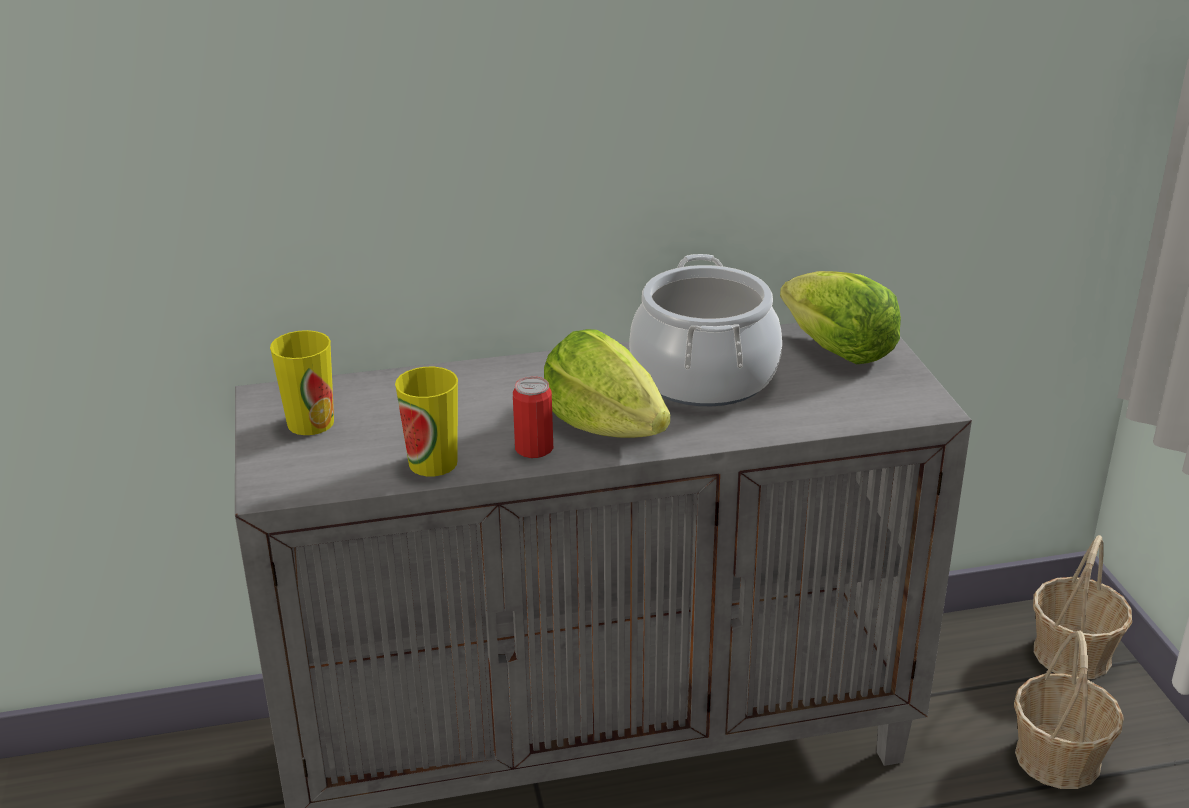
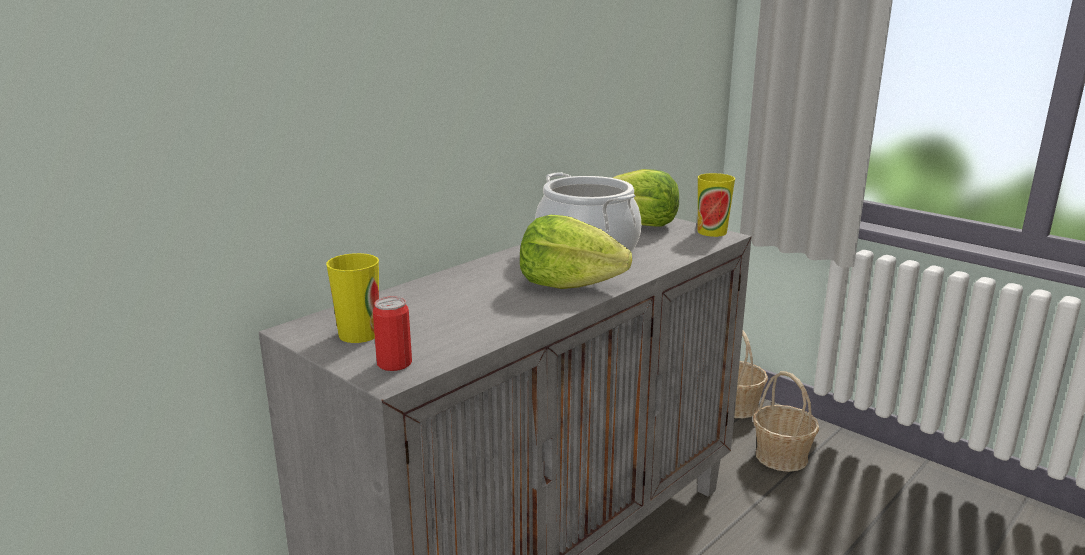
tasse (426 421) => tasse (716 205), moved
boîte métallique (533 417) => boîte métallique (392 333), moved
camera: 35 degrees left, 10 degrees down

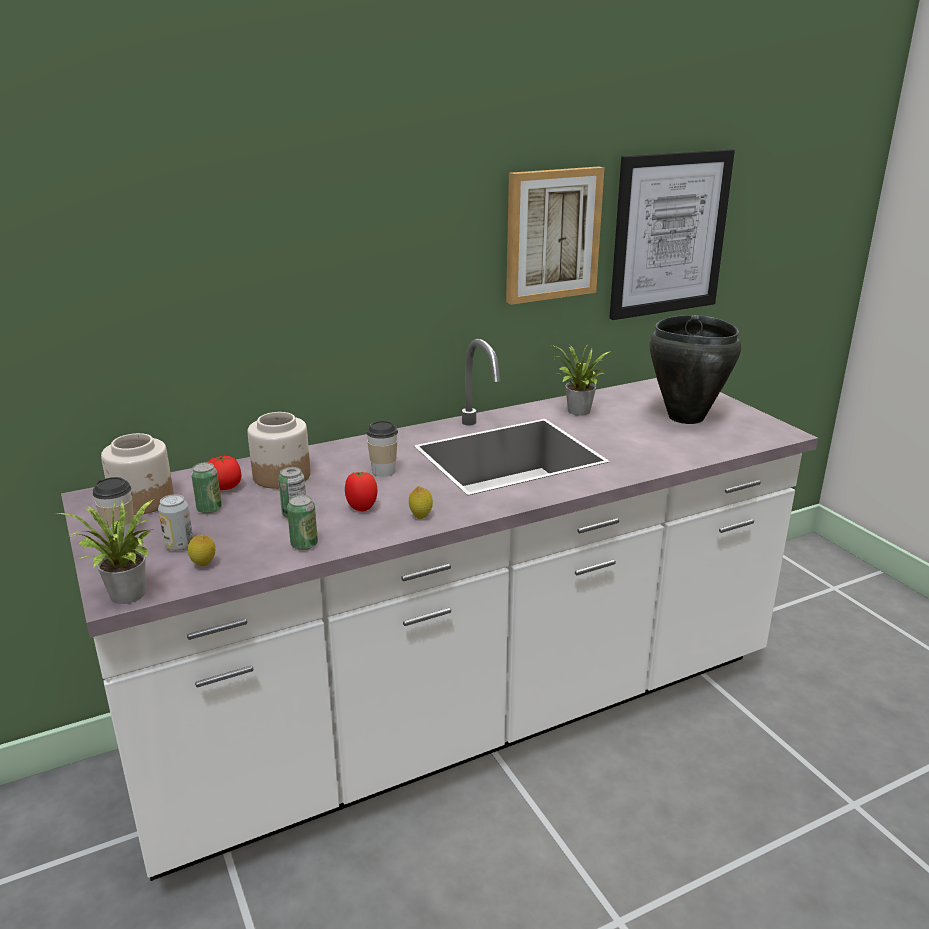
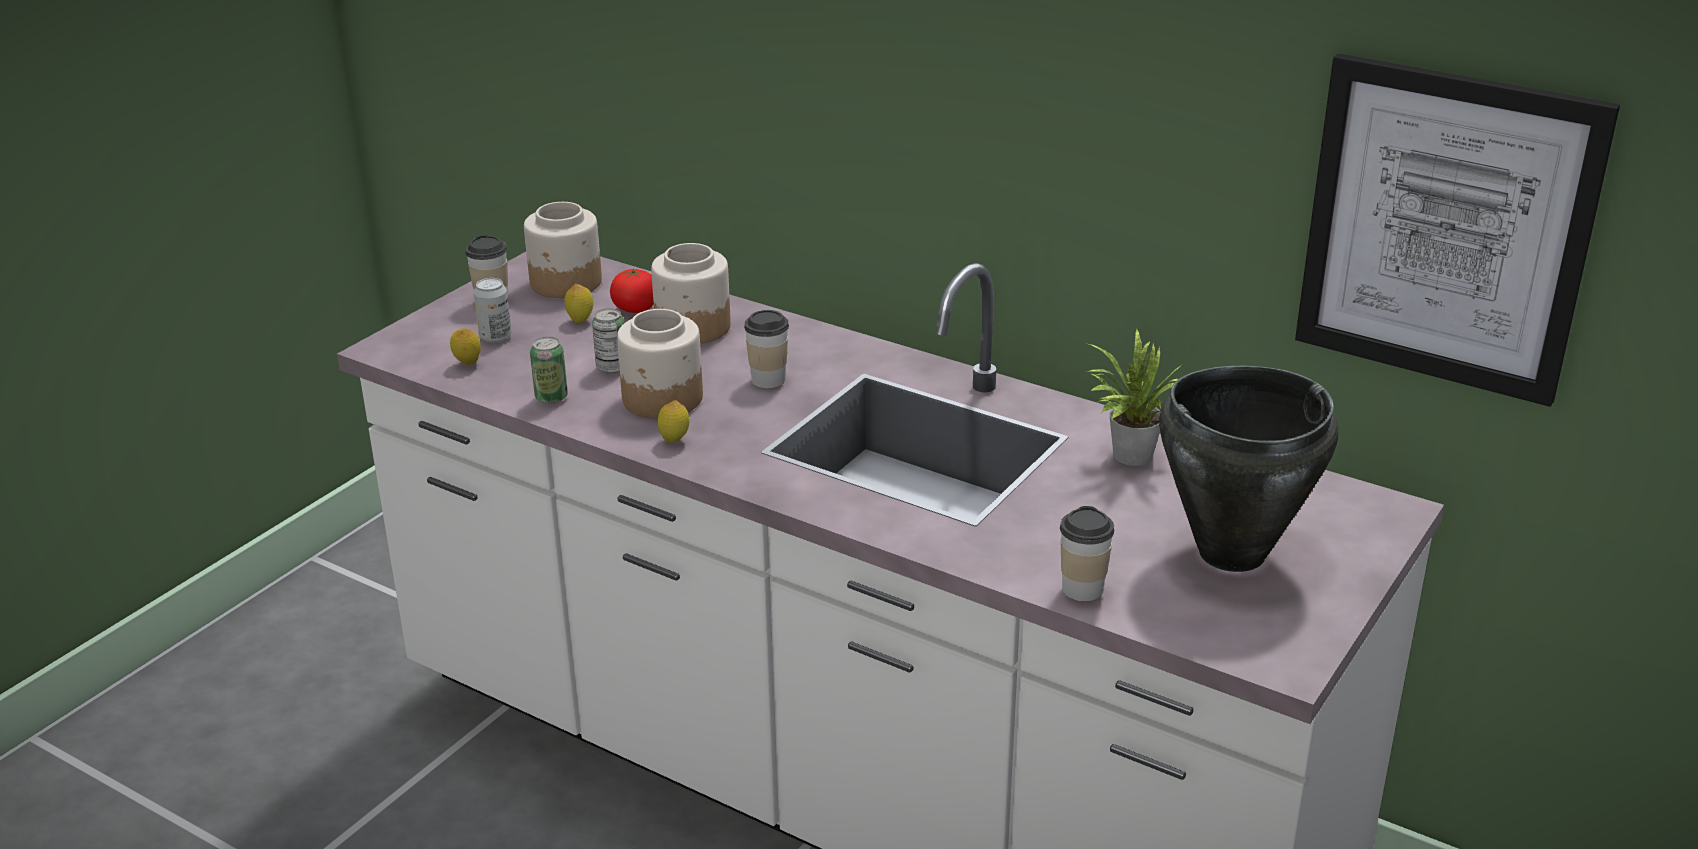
plante en pot (105 551) => nothing
tableau (555 235) => nothing
nothing => tasse (1087 553)
boîte métallique (206 488) => citron (578 303)
tomate (361 492) => bocal (660 363)
camera: 60 degrees right, 5 degrees up

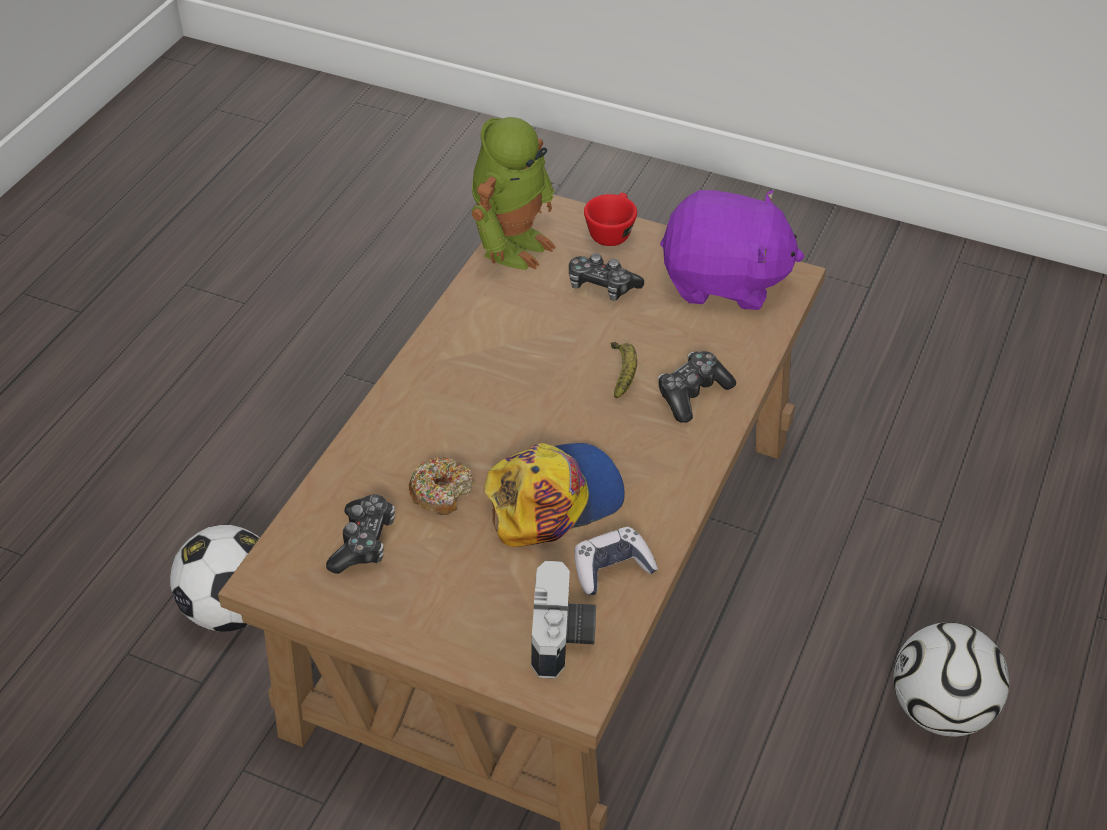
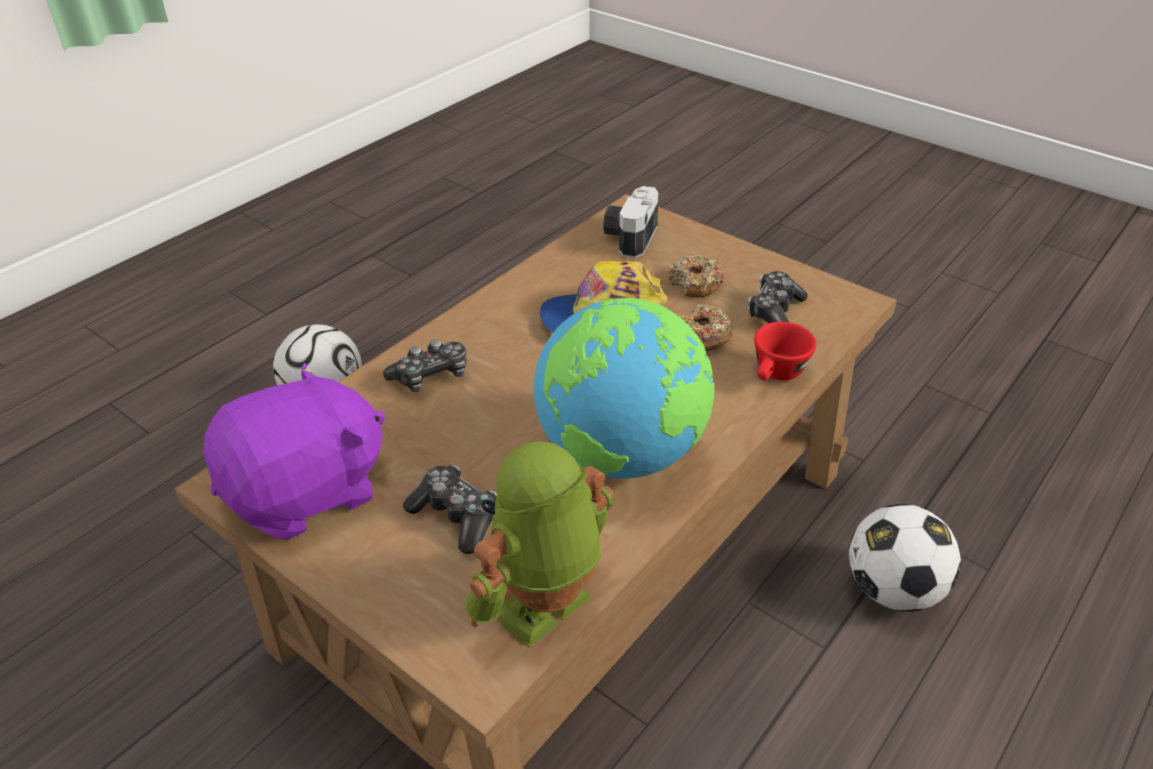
manette (616 561) => nothing
banane (624 370) => nothing
nothing => globe (624 388)
nothing => beignet (696 276)
tasse/rouge (610 219) => tasse/rouge (785 351), moved
peluche/violet (732 250) => peluche/violet (294 451), 120 degrees clockwise
camera: 165 degrees left, 5 degrees down

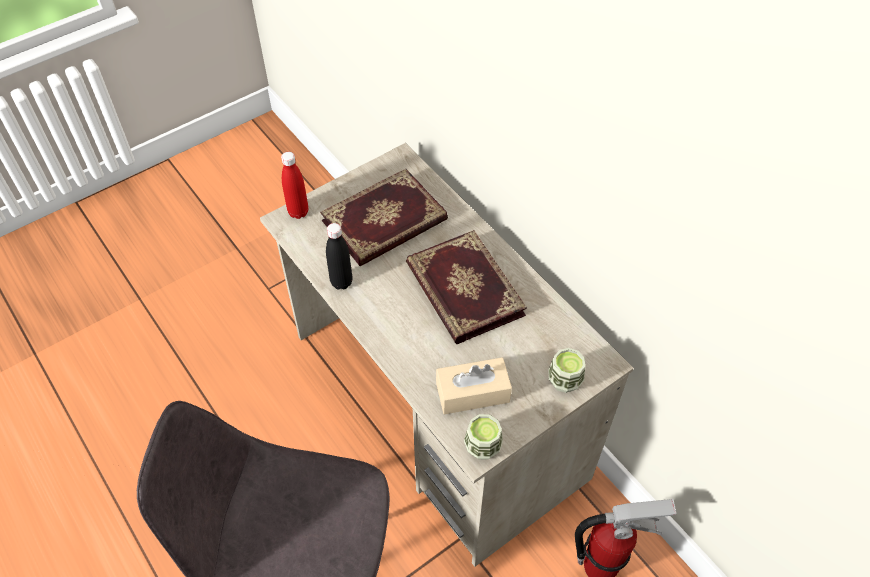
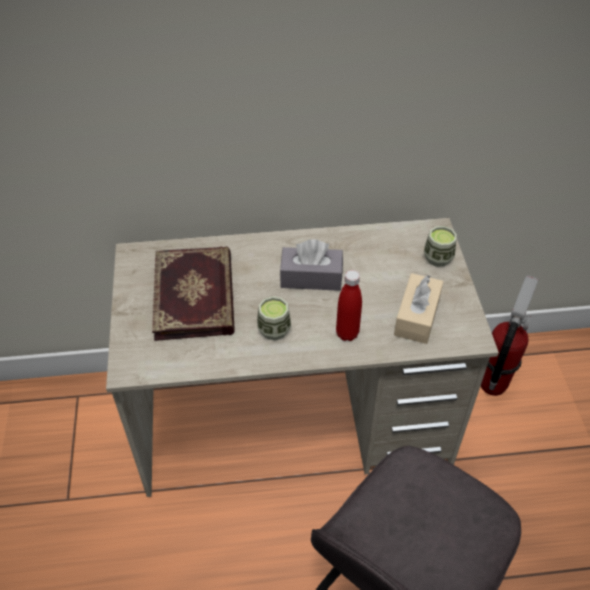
bouteille/noir (339 256) => nothing
bouteille/rouge (294 185) => bouteille/rouge (349 305), moved
tasse (483 436) => tasse (274 318), moved
livre (466 287) => boîte à mouchoirs/gris (311 265)
camera: 60 degrees left, 5 degrees down

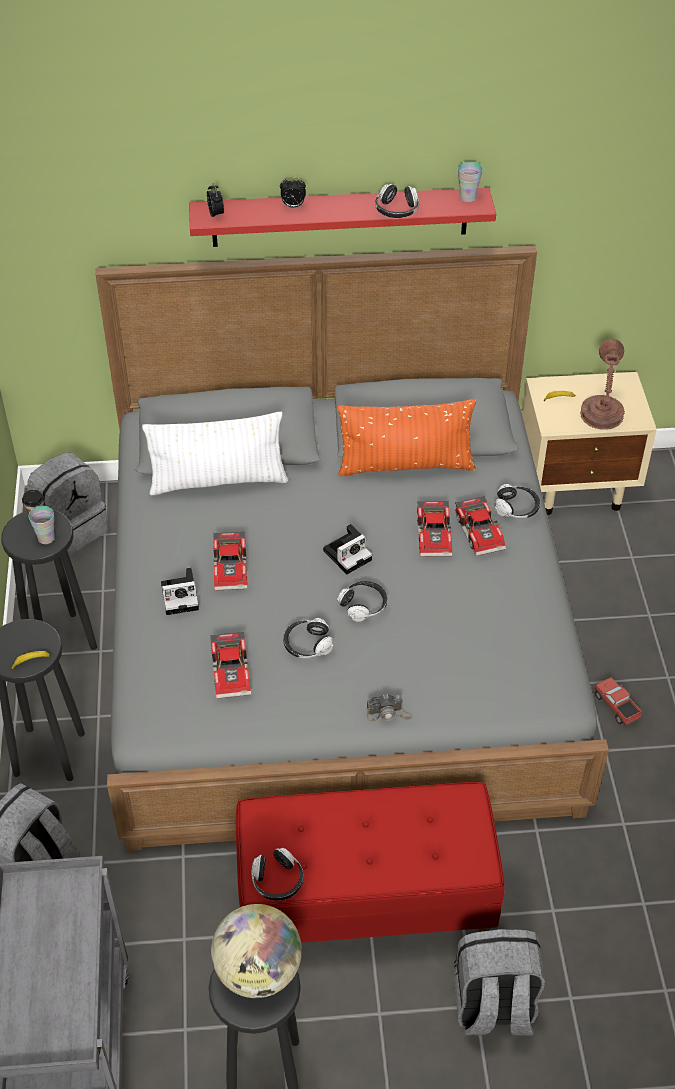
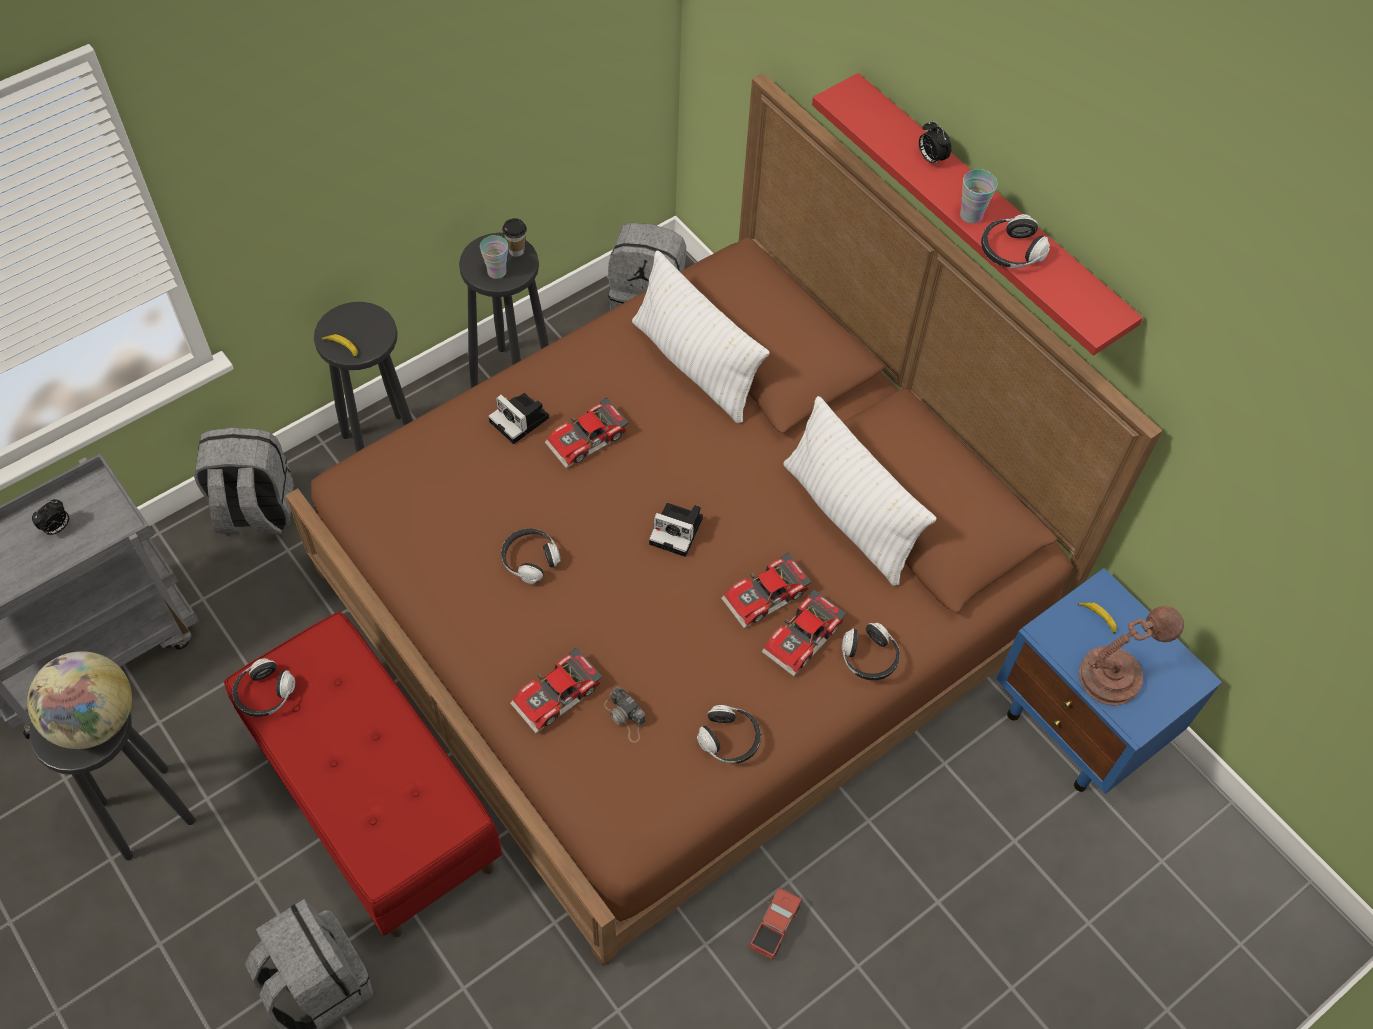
réveil (215 201) => réveil (50 517), moved
petite voiture (230 665) => petite voiture (556 690), moved
casque audio (362 601) => casque audio (729 734), moved
appareil photo (389 708) => appareil photo (624 714), moved
tasse (470 181) => tasse (979 196), moved
lit/gris (352 548) => lit/marron (724 519)
coussin/orange (406 437) => coussin/blanc (859 491)
table de chevet/beige (589 443) => table de chevet/bleu (1109 681)
camera: 55 degrees right, 10 degrees up

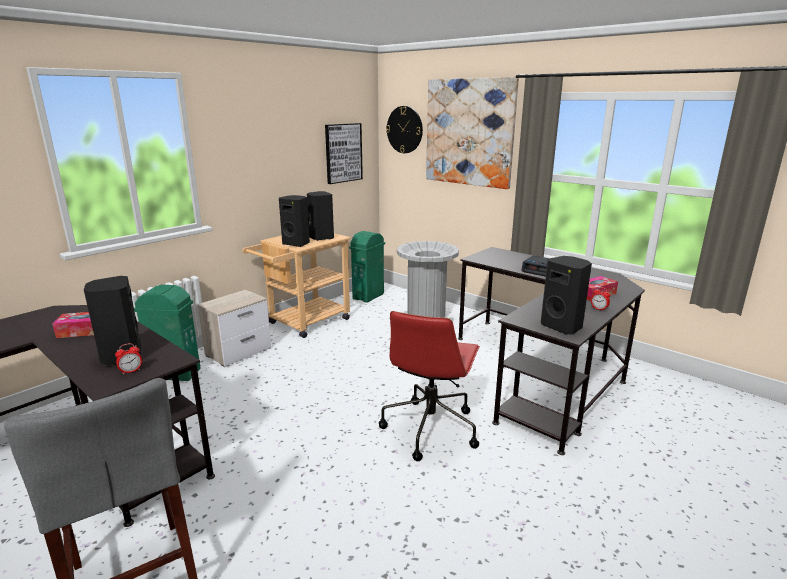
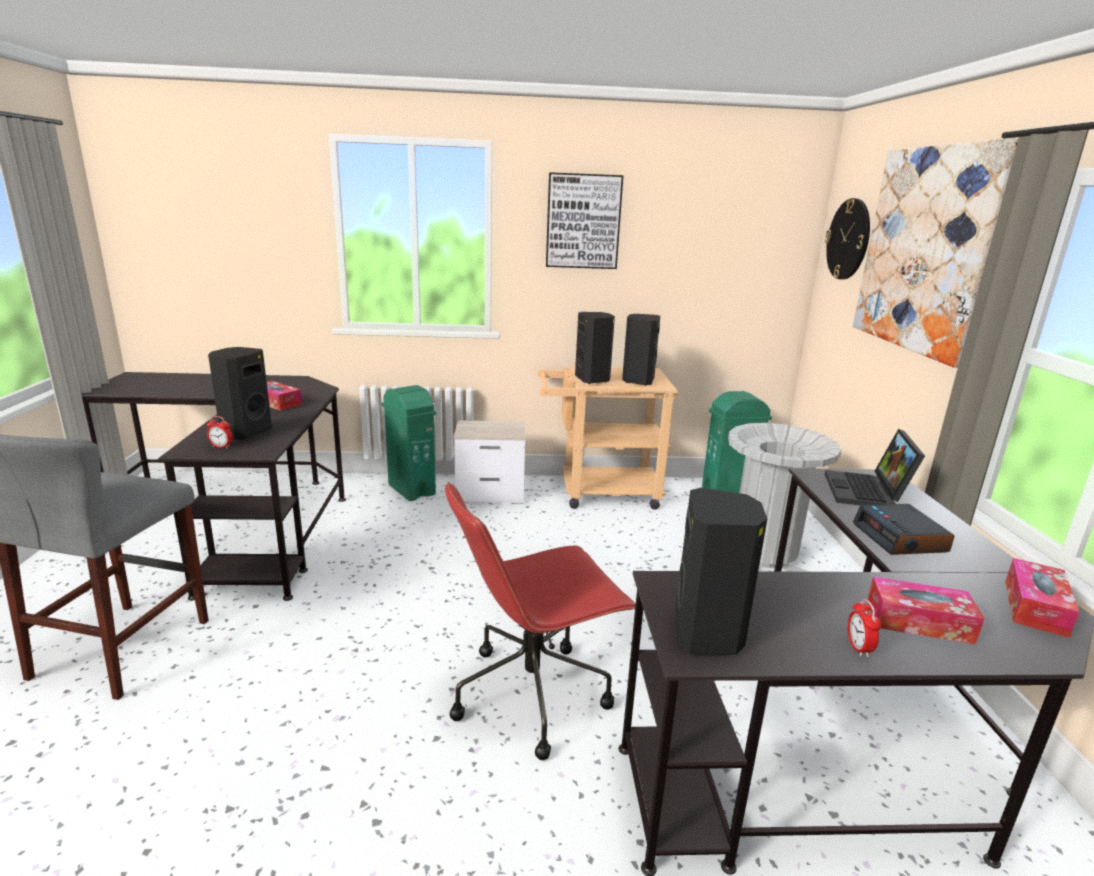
nothing => ordinateur portable (875 467)
nothing => boîte à mouchoirs (1042 598)
tableau (344 153) => tableau (584 220), moved
camera: 45 degrees right, 0 degrees up

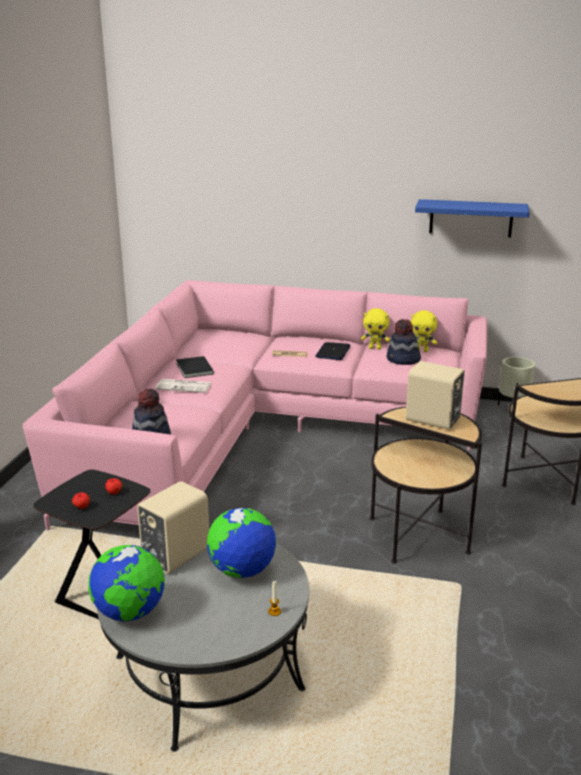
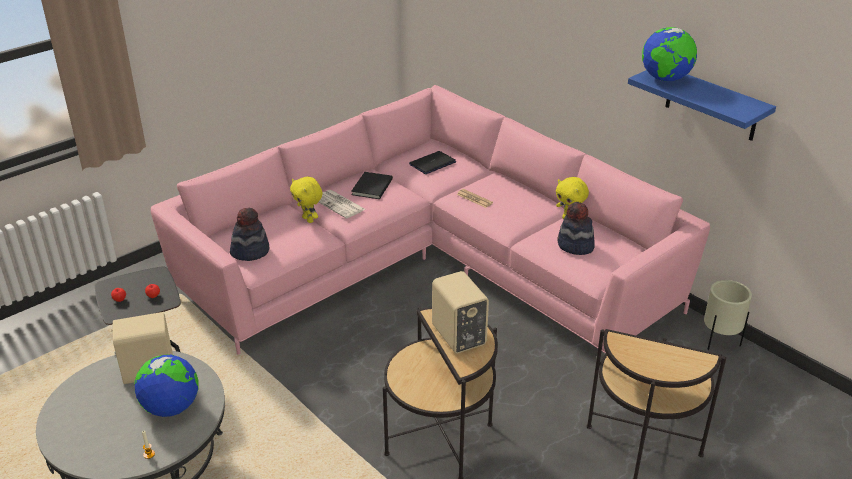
globe (126 583) => globe (669 54), moved
ordinateur portable (332 351) => ordinateur portable (432 162), moved
peluche/jaune (424 331) => peluche/jaune (306 200), moved
camera: 35 degrees right, 10 degrees up

